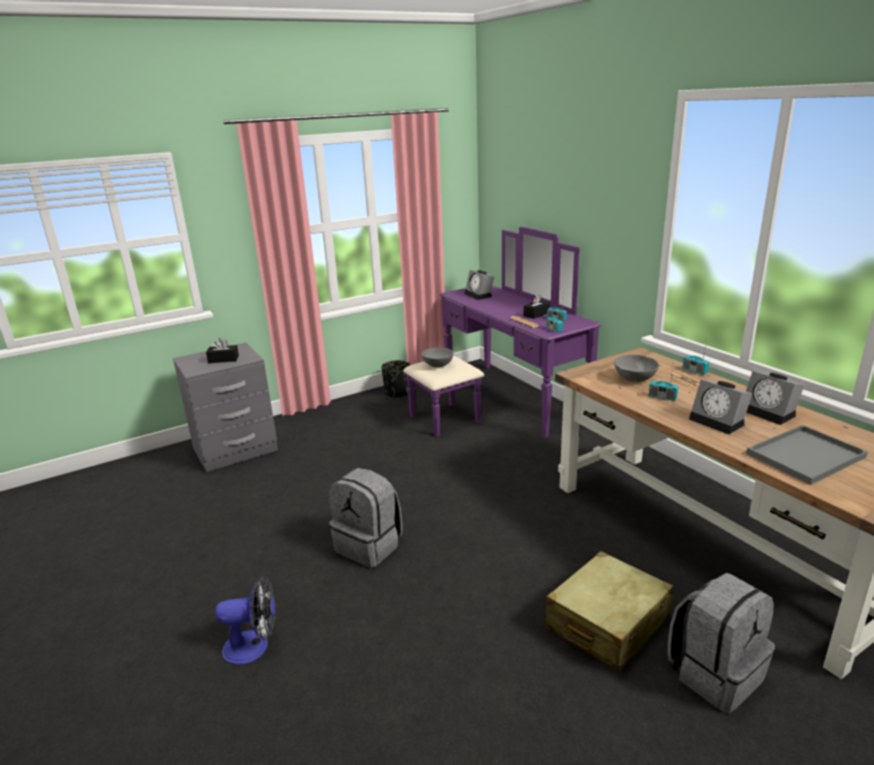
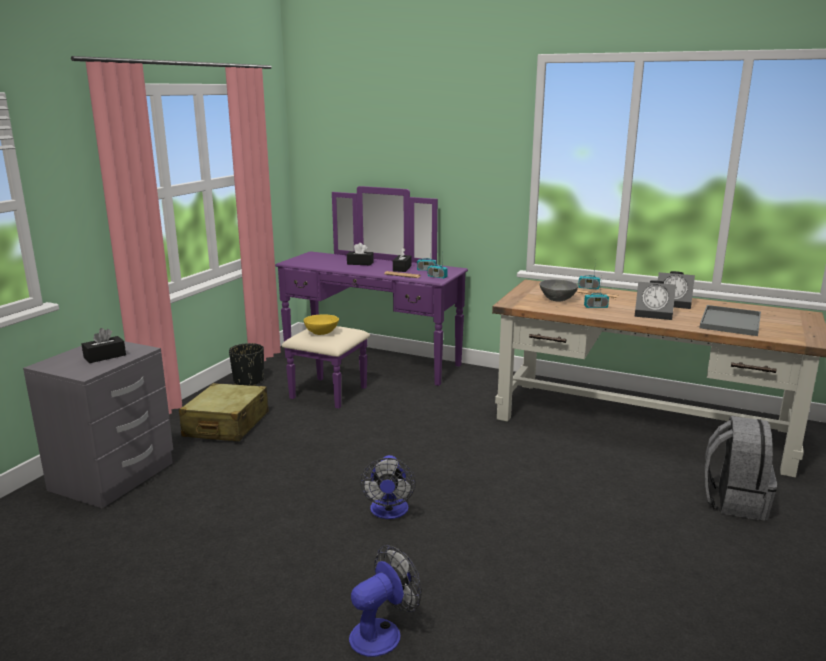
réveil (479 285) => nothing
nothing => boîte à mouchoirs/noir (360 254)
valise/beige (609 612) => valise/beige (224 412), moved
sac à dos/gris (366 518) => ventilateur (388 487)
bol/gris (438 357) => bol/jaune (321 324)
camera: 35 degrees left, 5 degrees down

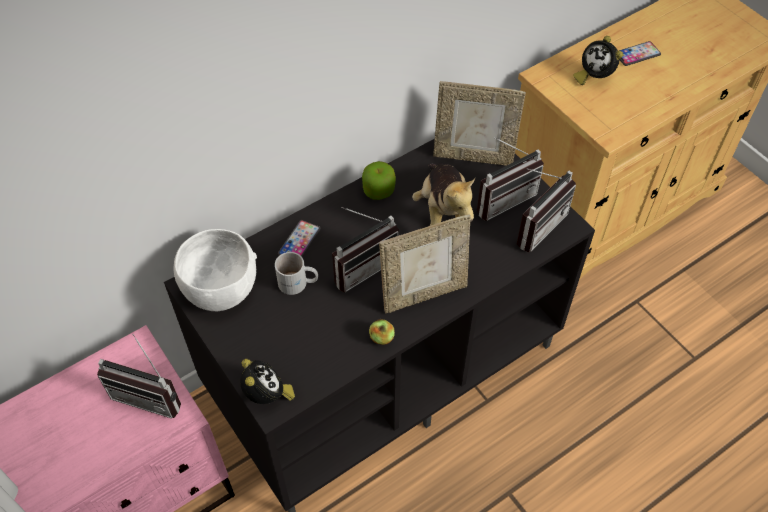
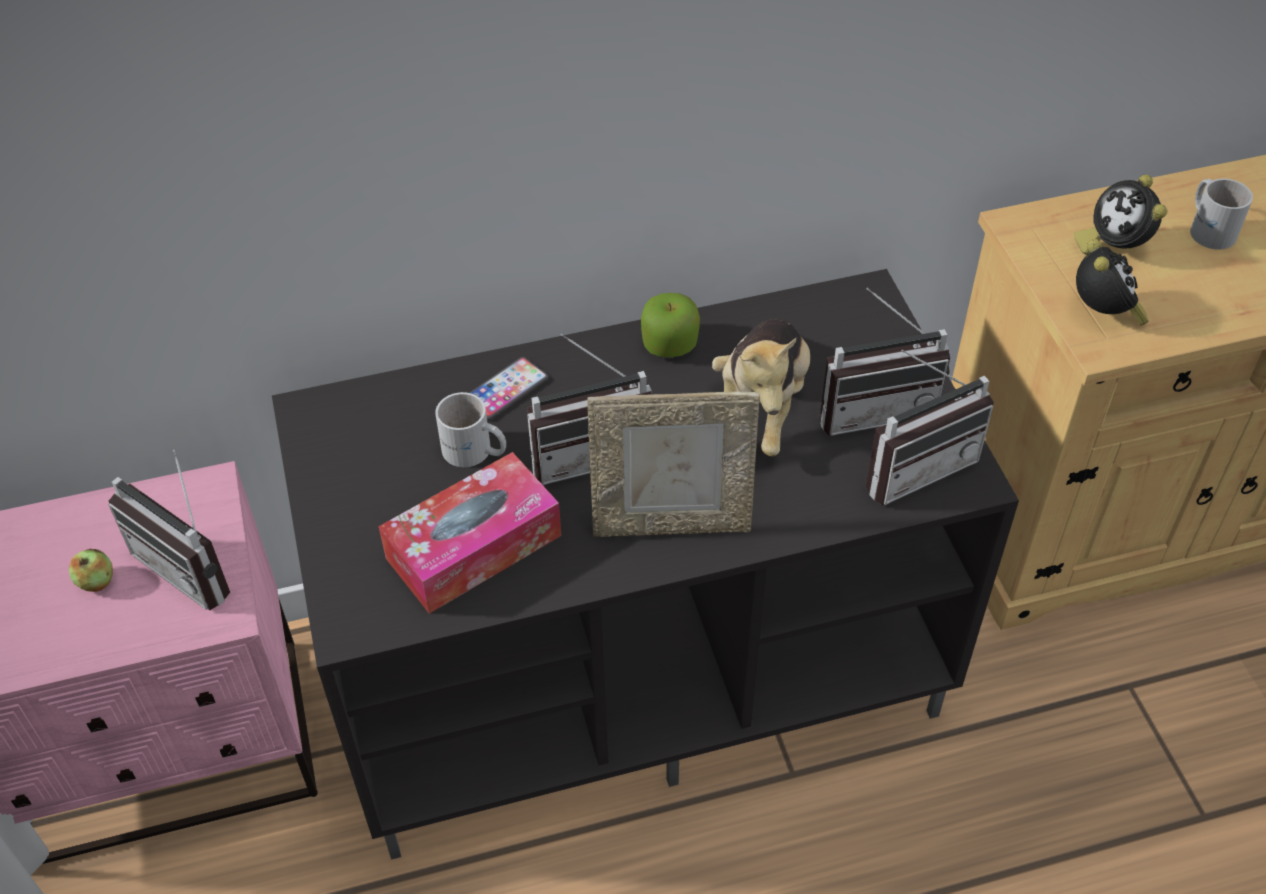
bol/blanc (215 270) => nothing
cadre photo (479 123) => nothing
nothing => boîte à mouchoirs (469 533)
réveil (267 381) => réveil (1112 282), moved
pomme (382 332) => pomme (91 570), moved
téléphone (640 53) => mug/blanc (1221 214)
camera: 20 degrees right, 5 degrees down

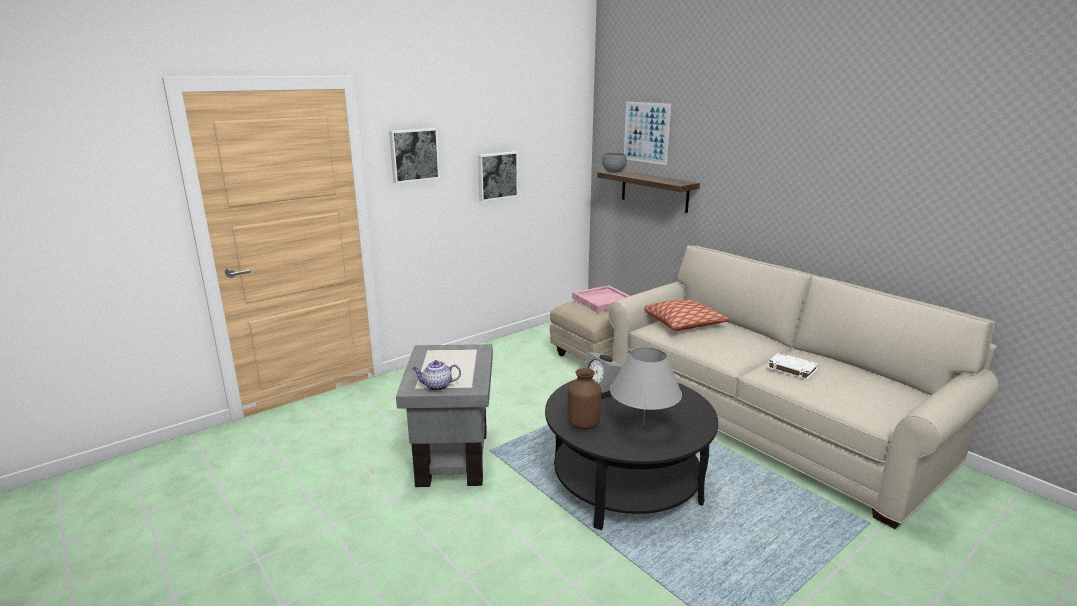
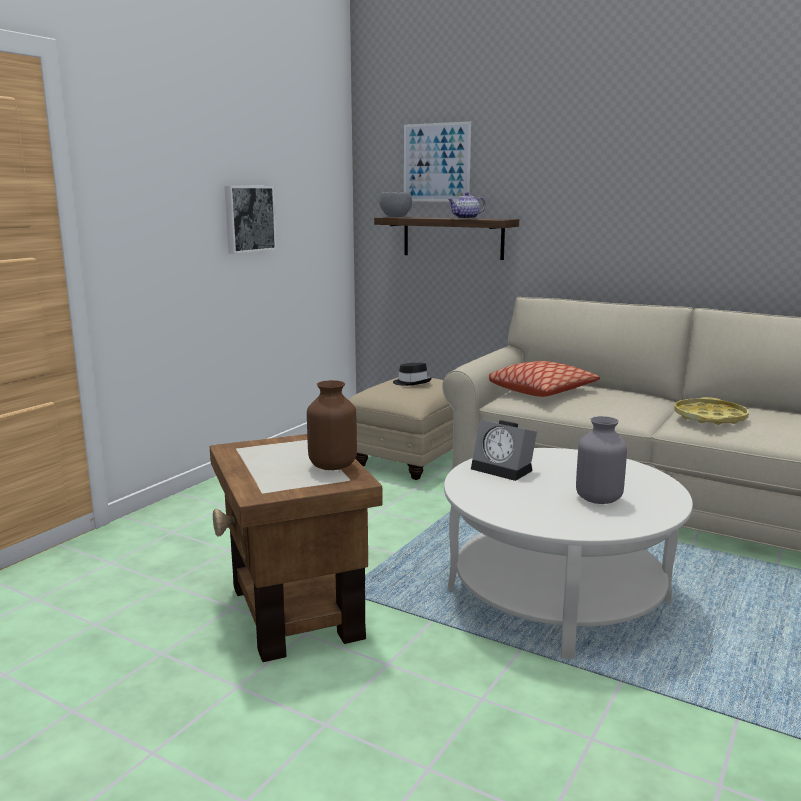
tableau (414 155) => nothing
théière (436 375) => théière (467 205), moved
vase/marron (584 399) => vase/marron (332 425), moved
plateau/rose (601 298) => chapeau/noir (412 374)
lampe de table/gris (646 386) => vase/gris (601 460)
livre/blanc (793 366) => plateau/jaune (711 411)
table d'appoint/gris (444 415) => table d'appoint/marron (296 548)
table basse/noir (631 454) => table basse/blanc (568 553)
camera: 20 degrees left, 5 degrees down

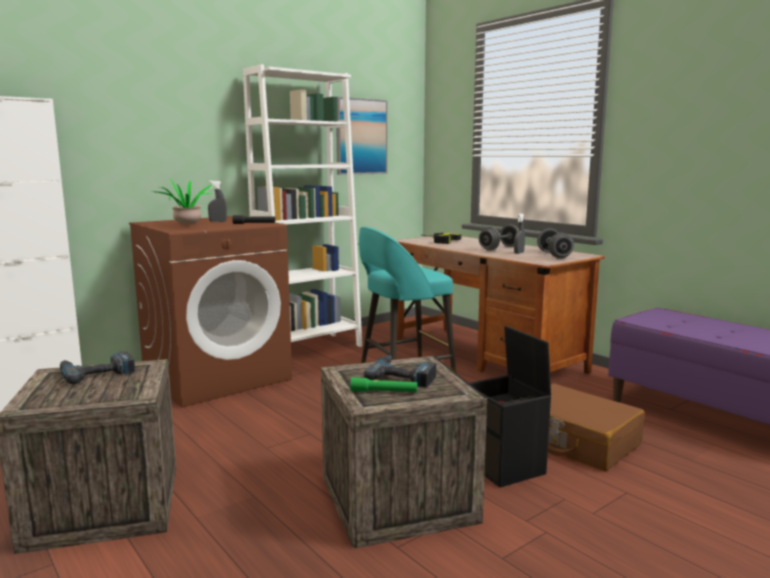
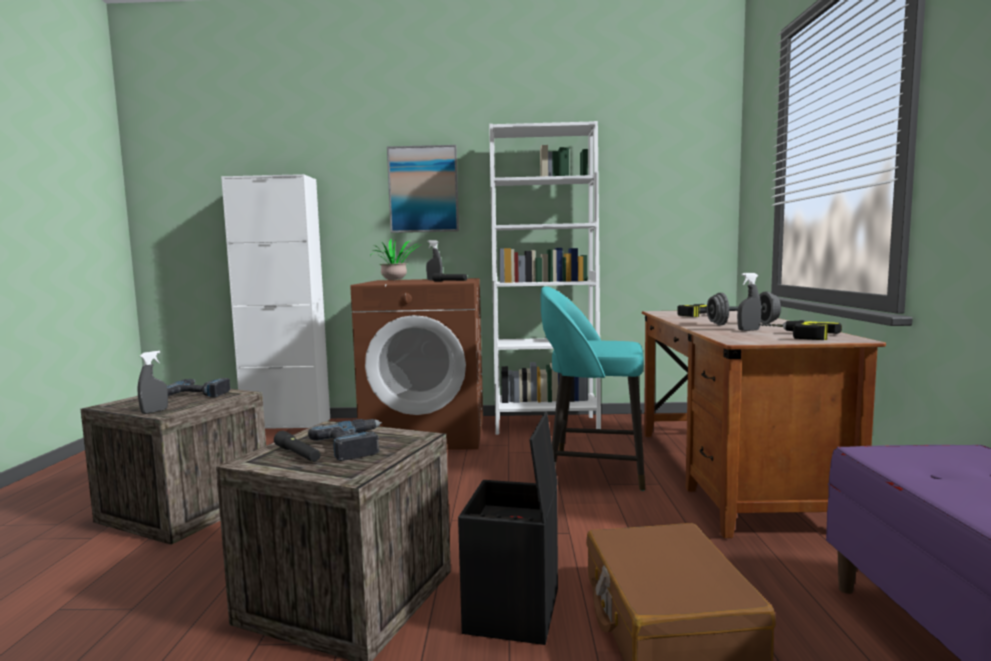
nothing => vaporisateur/gris (152 382)
tableau (361 136) => tableau (423 189), moved
haltère/gris (555 243) => perceuse (800 330)
lampe de poche/vert (383 384) => lampe de poche/noir (297 446)
camera: 40 degrees right, 5 degrees down

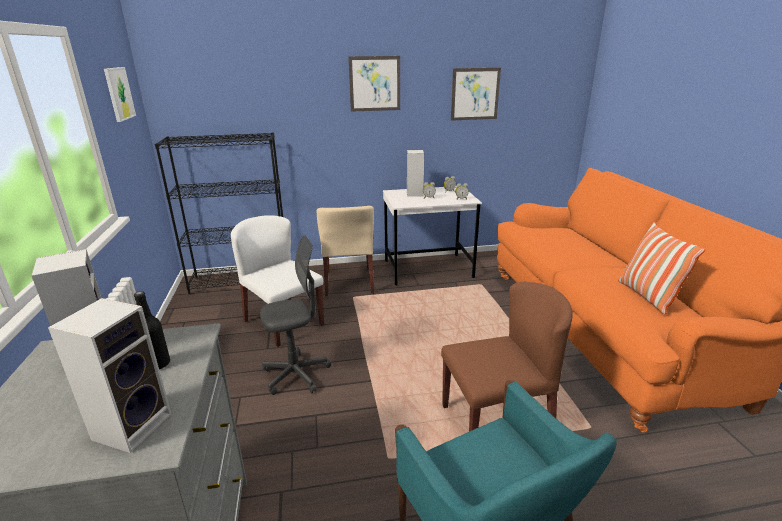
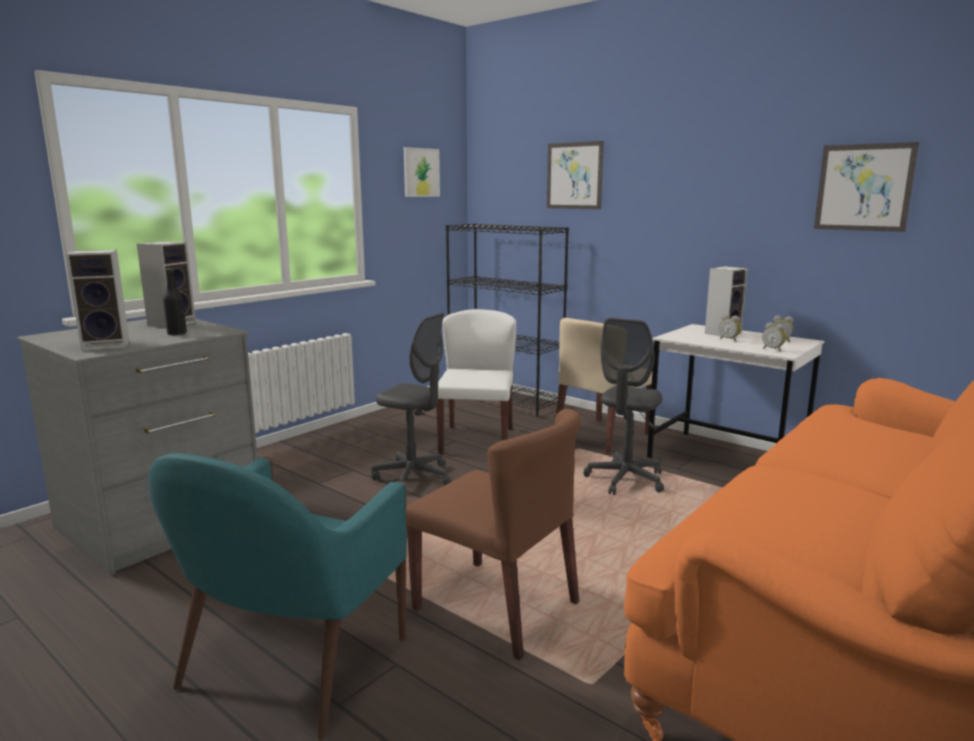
coussin (662 268) => nothing
nothing => chaise de bureau/gris (623 406)
tableau (374 84) => tableau (575 175), moved
camera: 50 degrees right, 10 degrees down

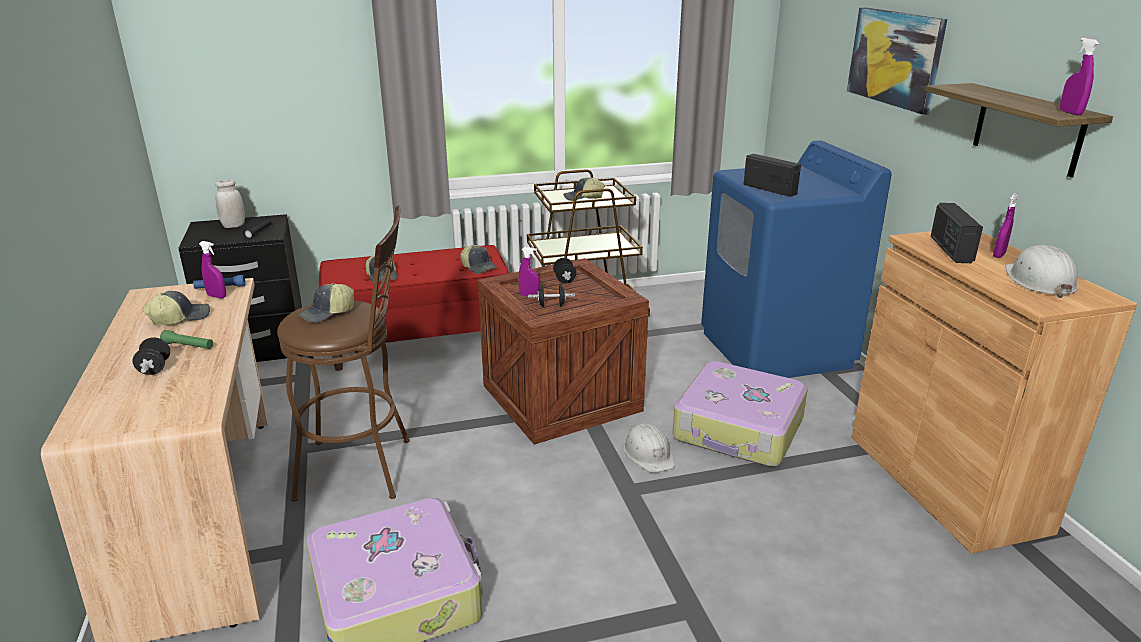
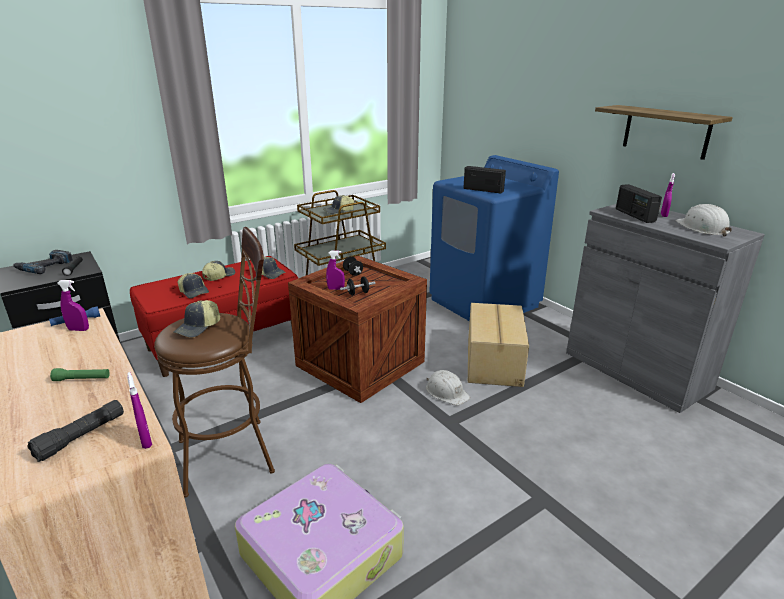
haltère/noir (151 356) => nothing
tableau (897 61) => nothing
nothing => lampe de poche/noir (76 431)
casquette (176 308) => casquette (218 271), moved
vaporisateur/violet (1079 76) => vaporisateur/violet (139 410), moved
bocal/blanc (230 203) => perceuse (43 262)
valise (740 413) => carton (498 345)
meuble de rangement/marron (994 392) => meuble de rangement/gris (665 308)
camera: 20 degrees left, 0 degrees up

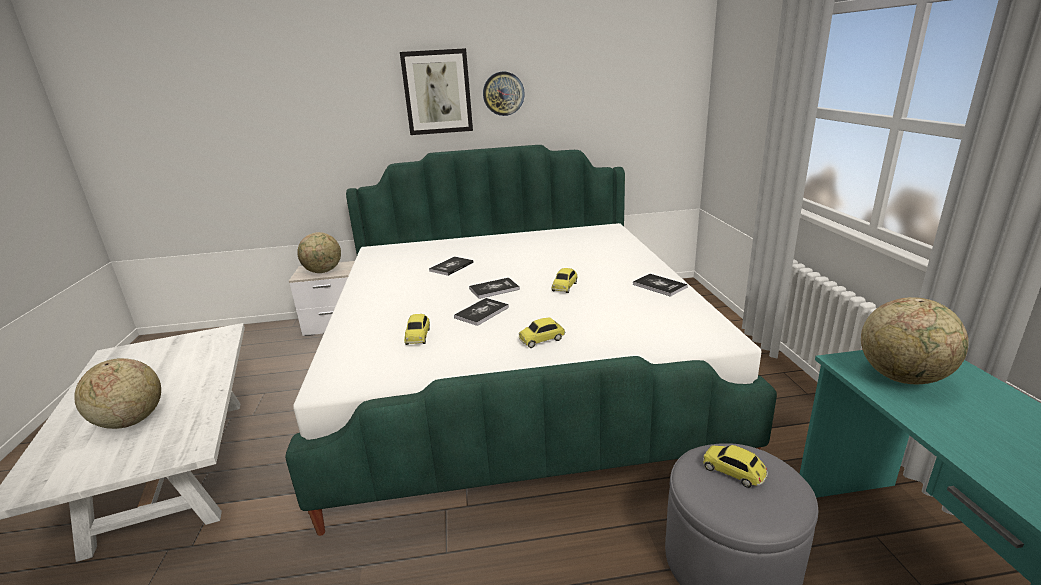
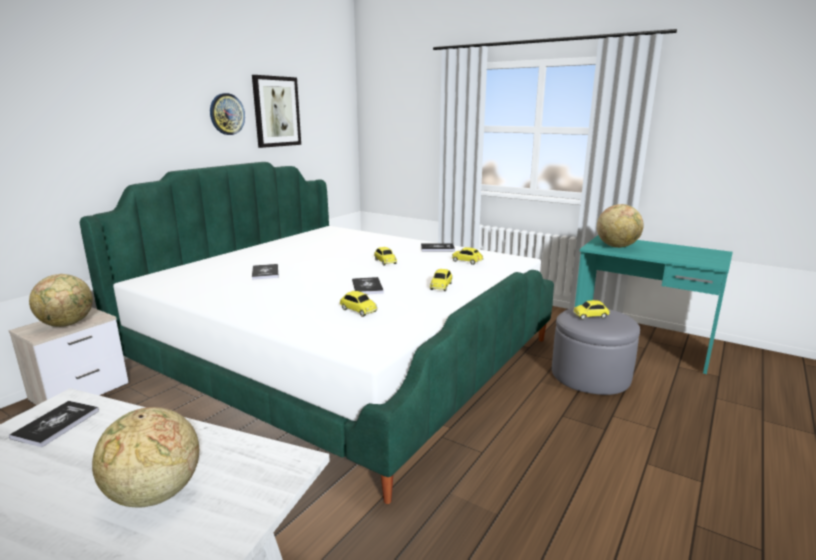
nothing => petite voiture (467 256)
tableau (436 91) => tableau (276 111), moved
livre (494 288) => livre (54 424), moved
camera: 50 degrees left, 5 degrees down

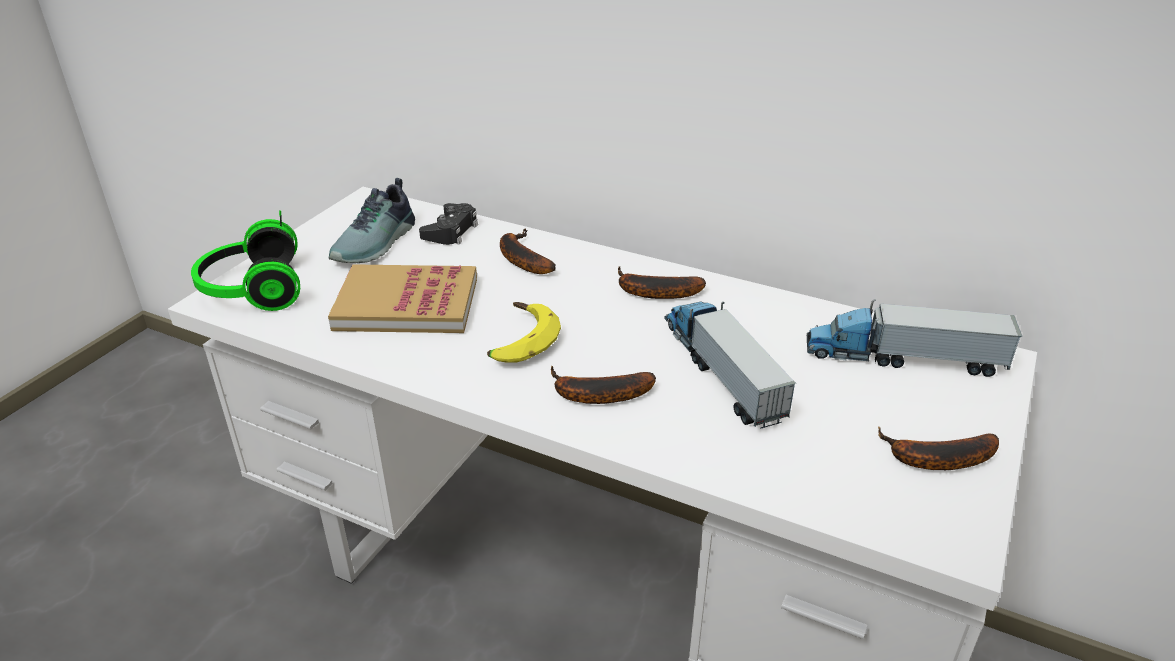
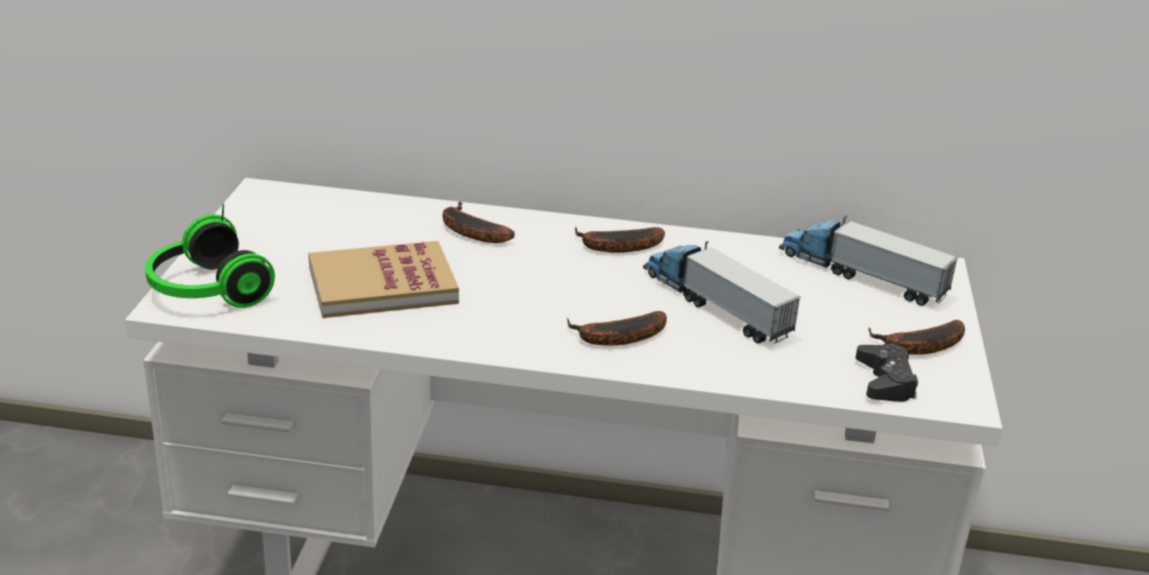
chaussure (372 220) => nothing
banane (524 332) => nothing
manette/noir (448 224) => manette/noir (887 372), moved
camion jouet (914 338) => camion jouet (869 260), 45 degrees clockwise
camera: 20 degrees left, 5 degrees down

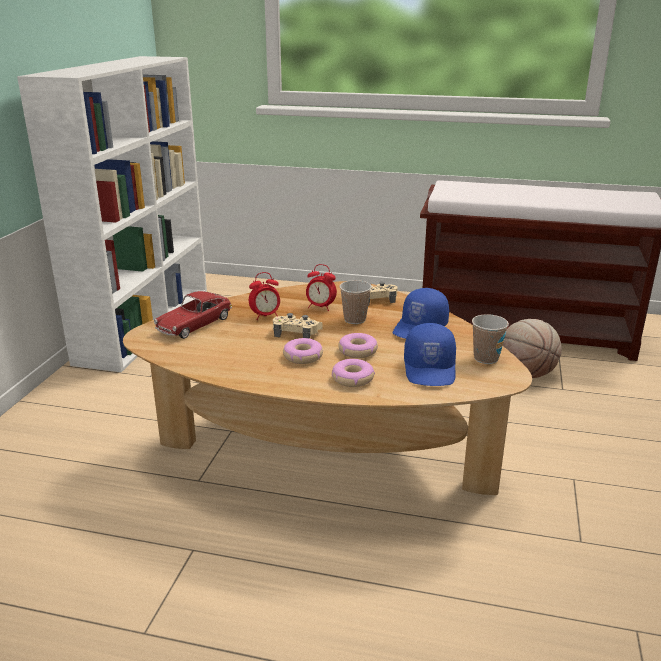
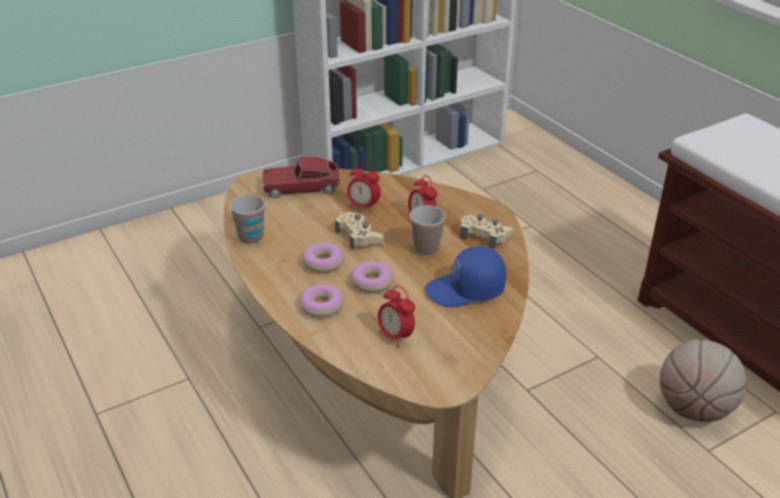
tasse (490 339) => tasse (247 219), moved
casquette/bleu (430 354) => réveil (396 316)
camera: 45 degrees right, 10 degrees up

